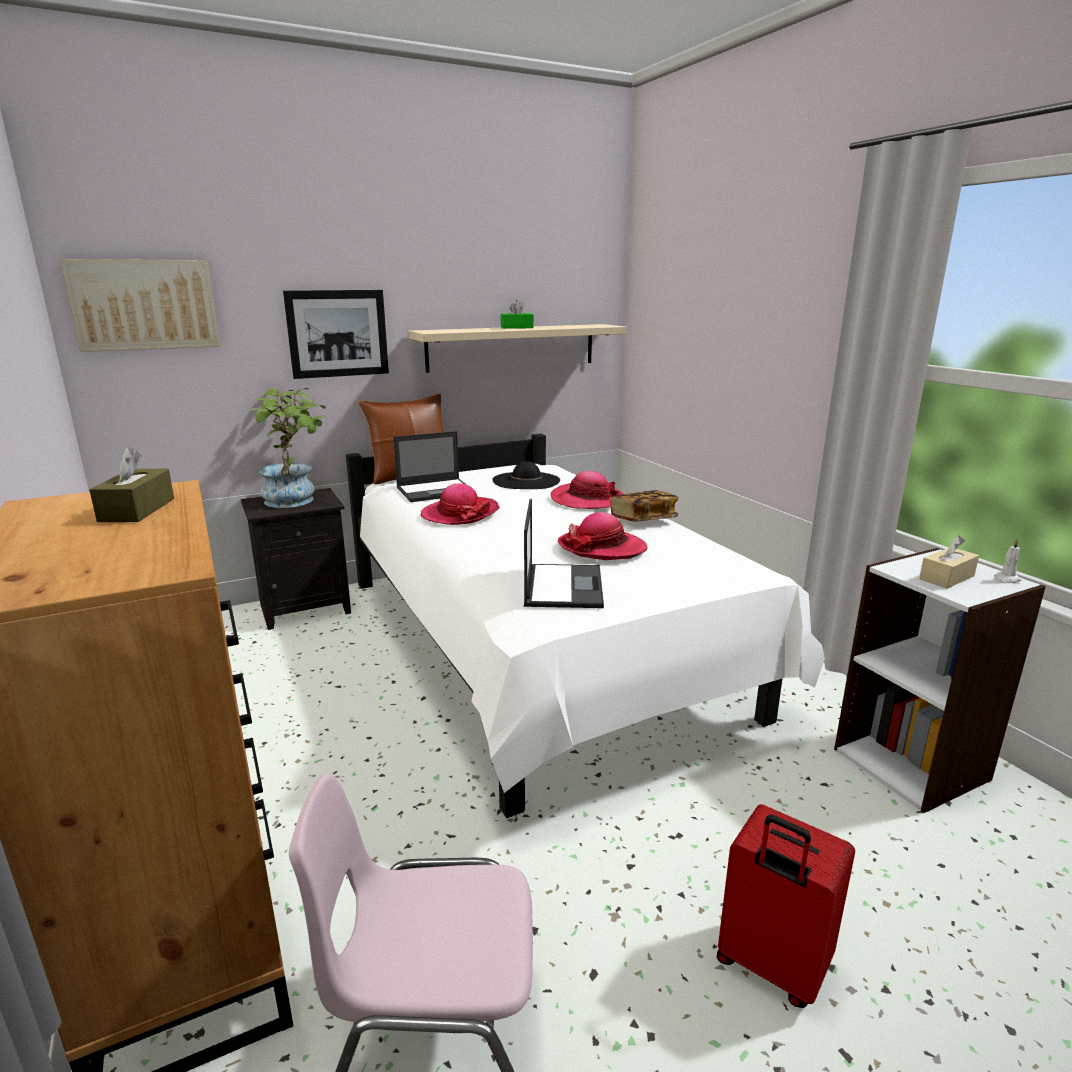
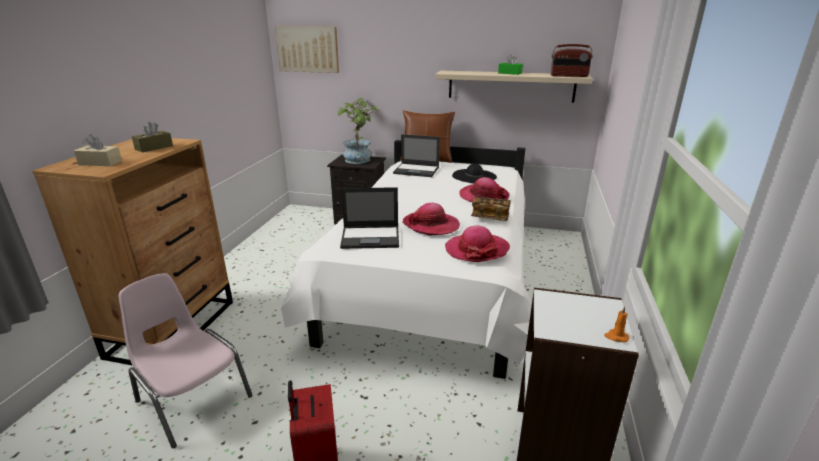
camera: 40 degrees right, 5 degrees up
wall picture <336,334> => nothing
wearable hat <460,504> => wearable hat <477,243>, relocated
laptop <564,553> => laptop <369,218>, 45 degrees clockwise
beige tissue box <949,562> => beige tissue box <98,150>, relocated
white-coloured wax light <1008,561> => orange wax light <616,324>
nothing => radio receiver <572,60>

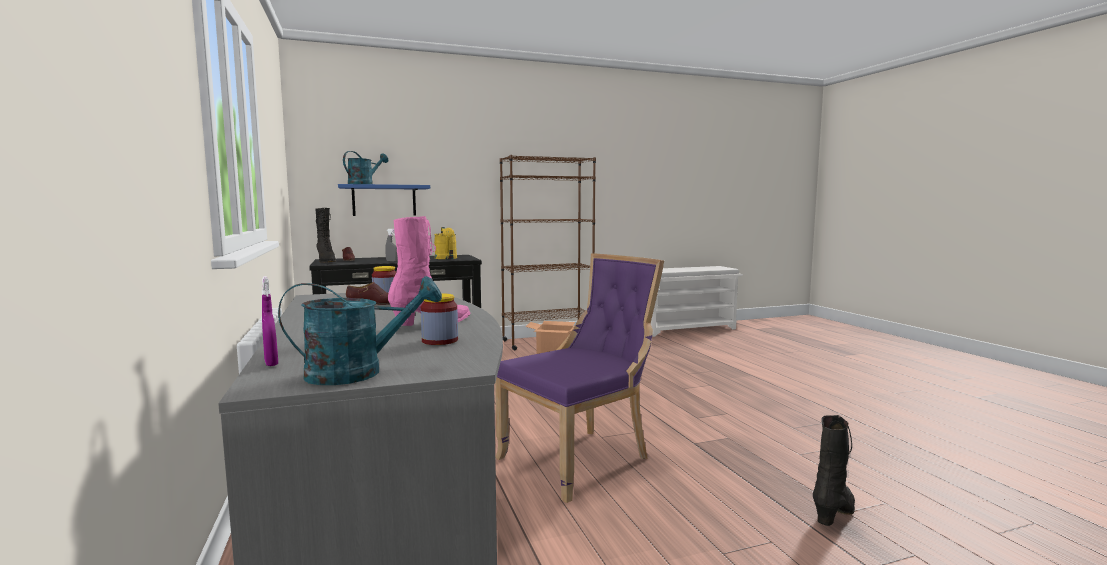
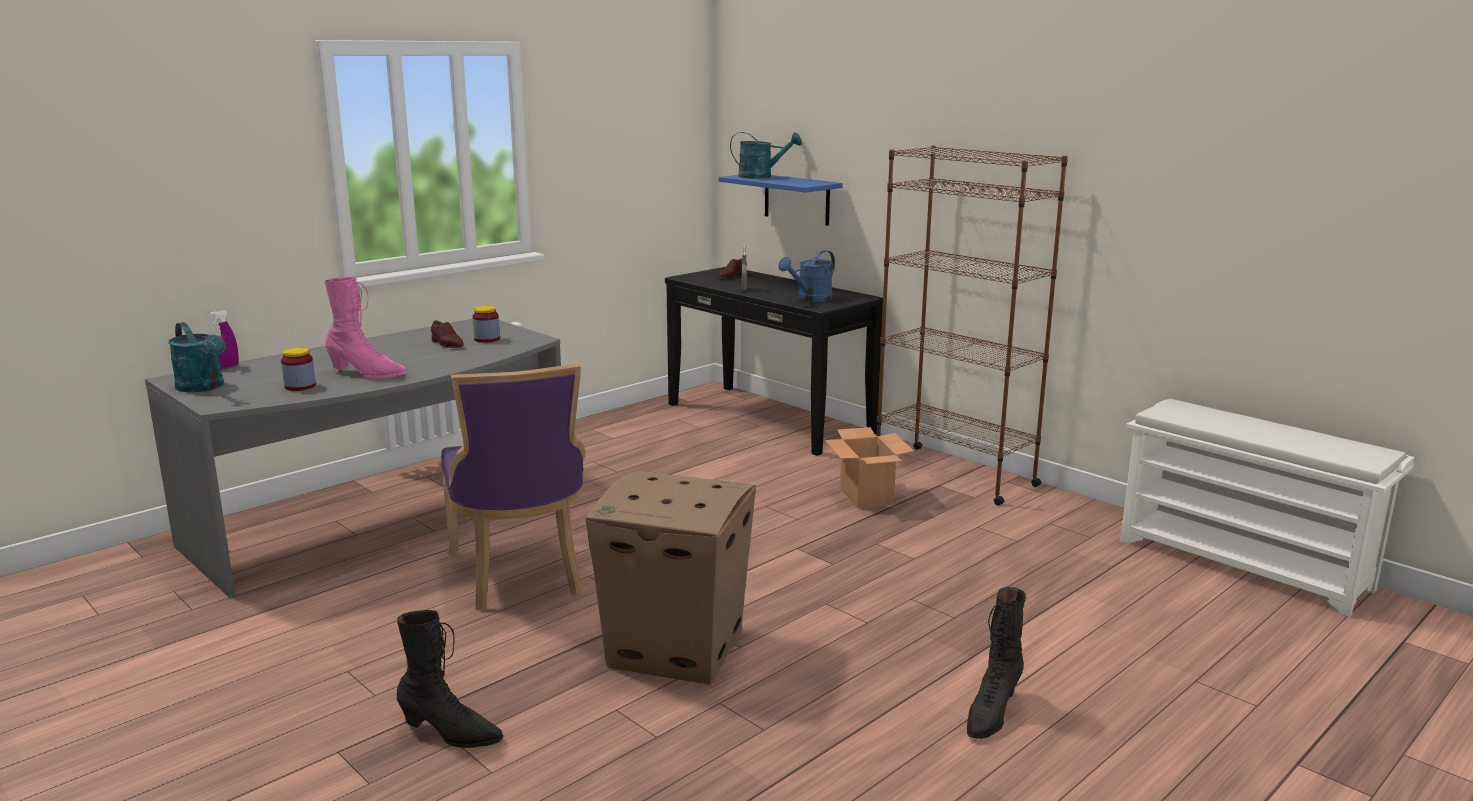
camera: 65 degrees right, 10 degrees up
black-coloured tall boot <325,235> => black-coloured tall boot <996,663>, relocated
yellow sprinkling can <445,243> => bluish sprinkling can <806,276>
purplish upright chair <579,378> => purplish upright chair <513,487>, 45 degrees clockwise
nothing => cardboard box <671,577>

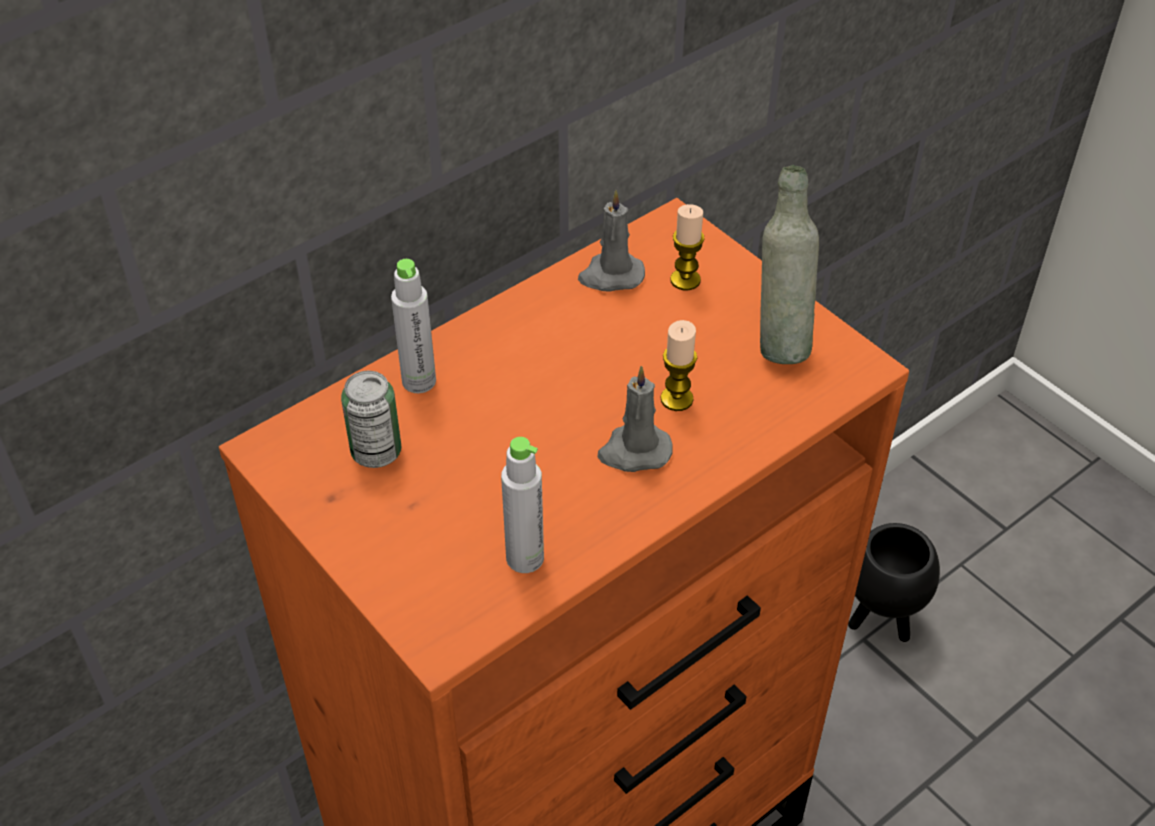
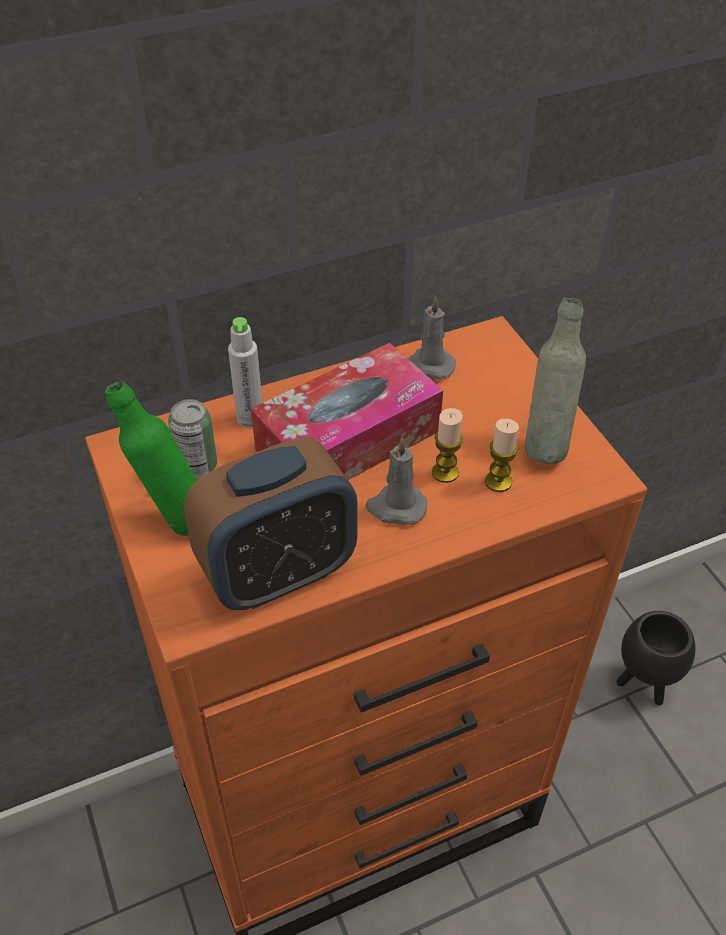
camera: 15 degrees right, 0 degrees up
wax light <687,247> => wax light <502,455>, relocated
greyish beverage bottle <522,505> => table clock <271,523>
nothing => tissue box <347,411>
nothing => greenish beverage bottle <151,458>

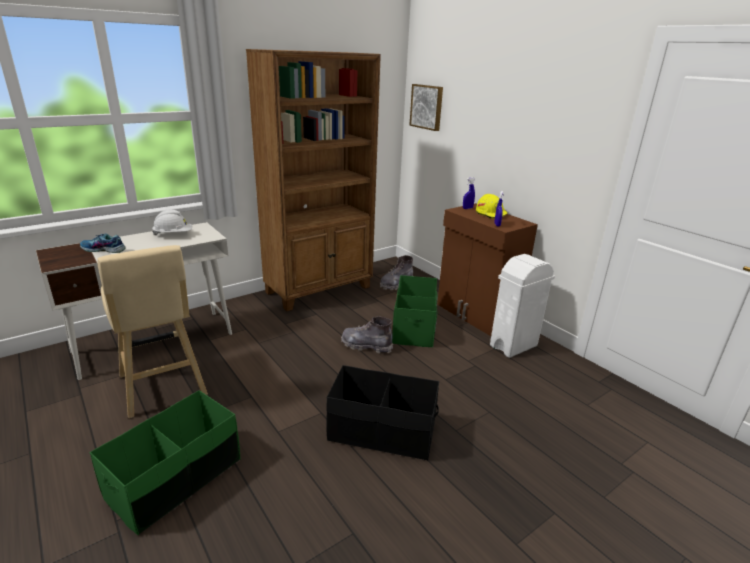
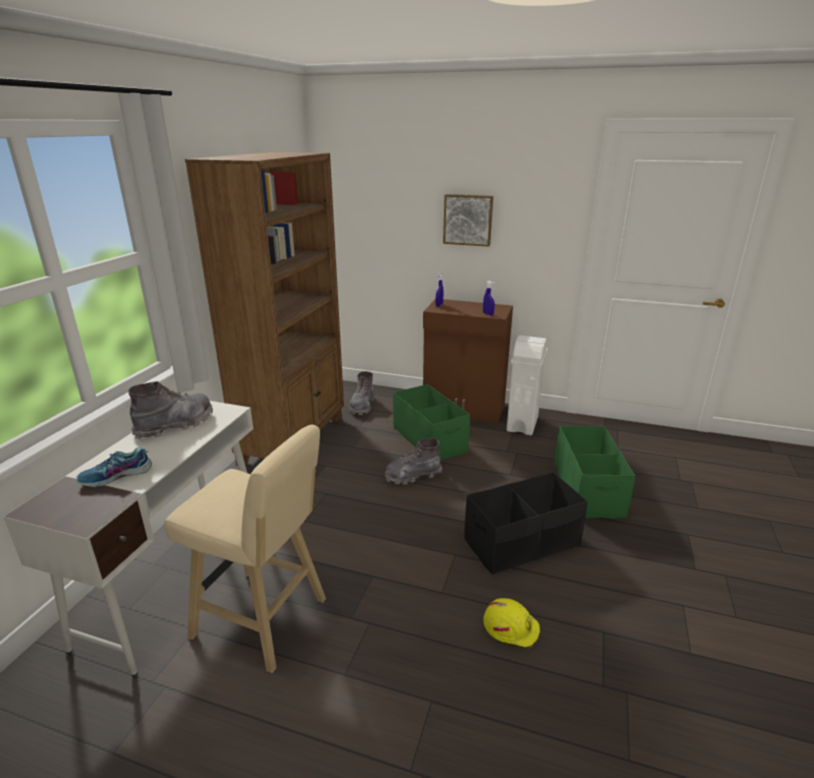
camera: 35 degrees left, 0 degrees up
wall picture <426,107> => wall picture <468,220>, relocated
yellow work helmet <492,206> => yellow work helmet <511,623>, relocated
white-coloured work helmet <172,222> => greyish tall boot <170,410>
greenish storage box <165,462> => greenish storage box <594,472>, relocated

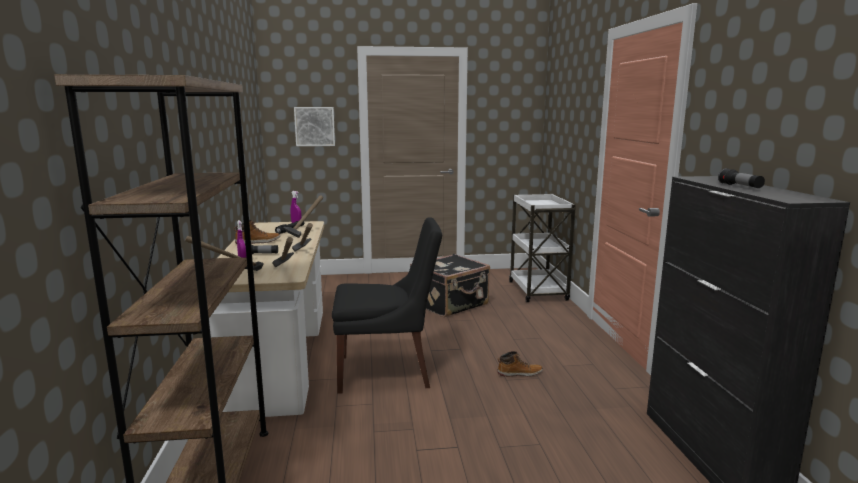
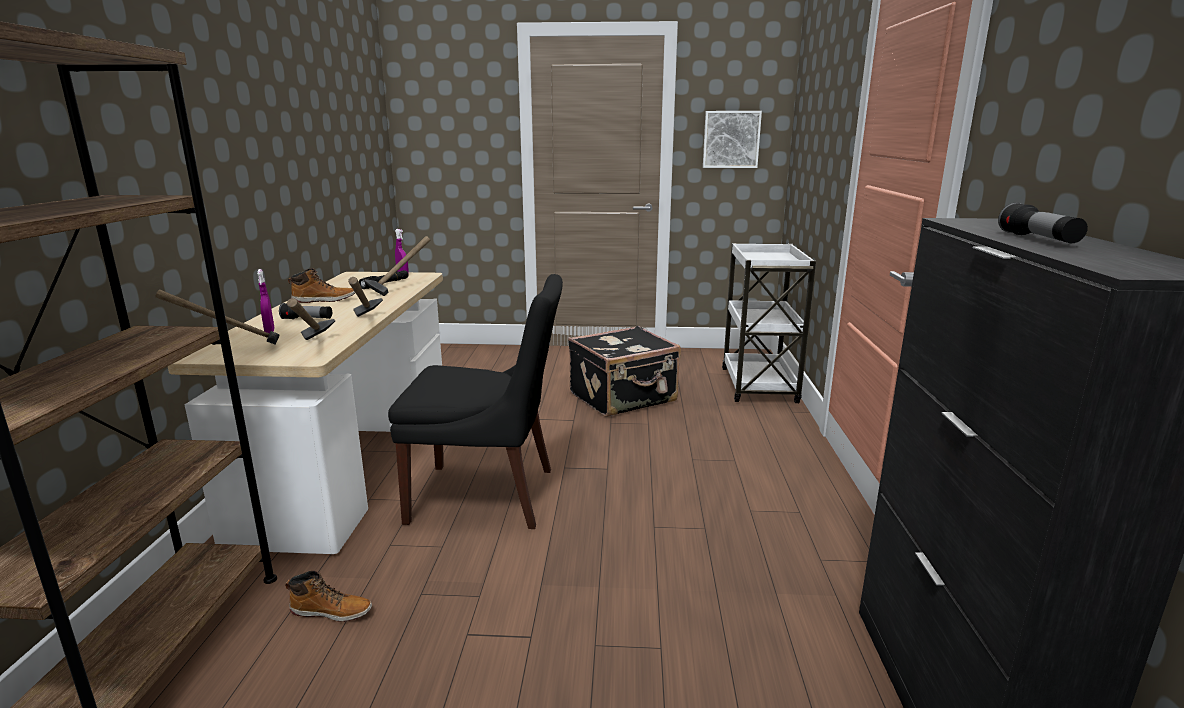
camera: 10 degrees right, 5 degrees up
wall picture <314,126> => wall picture <732,139>, relocated
tall boot <520,364> => tall boot <328,596>, relocated

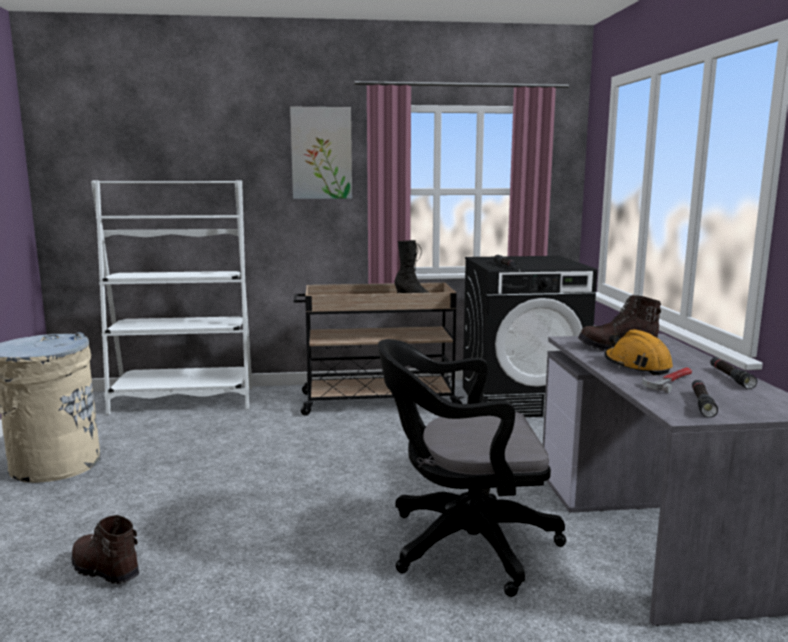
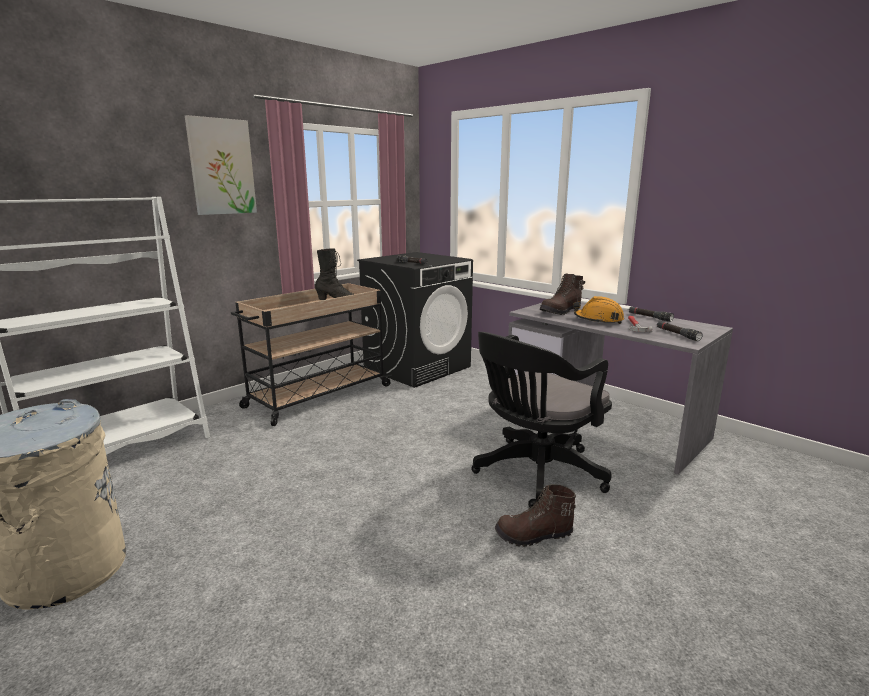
camera: 40 degrees left, 5 degrees up
brown tall boot <105,549> => brown tall boot <535,515>, relocated

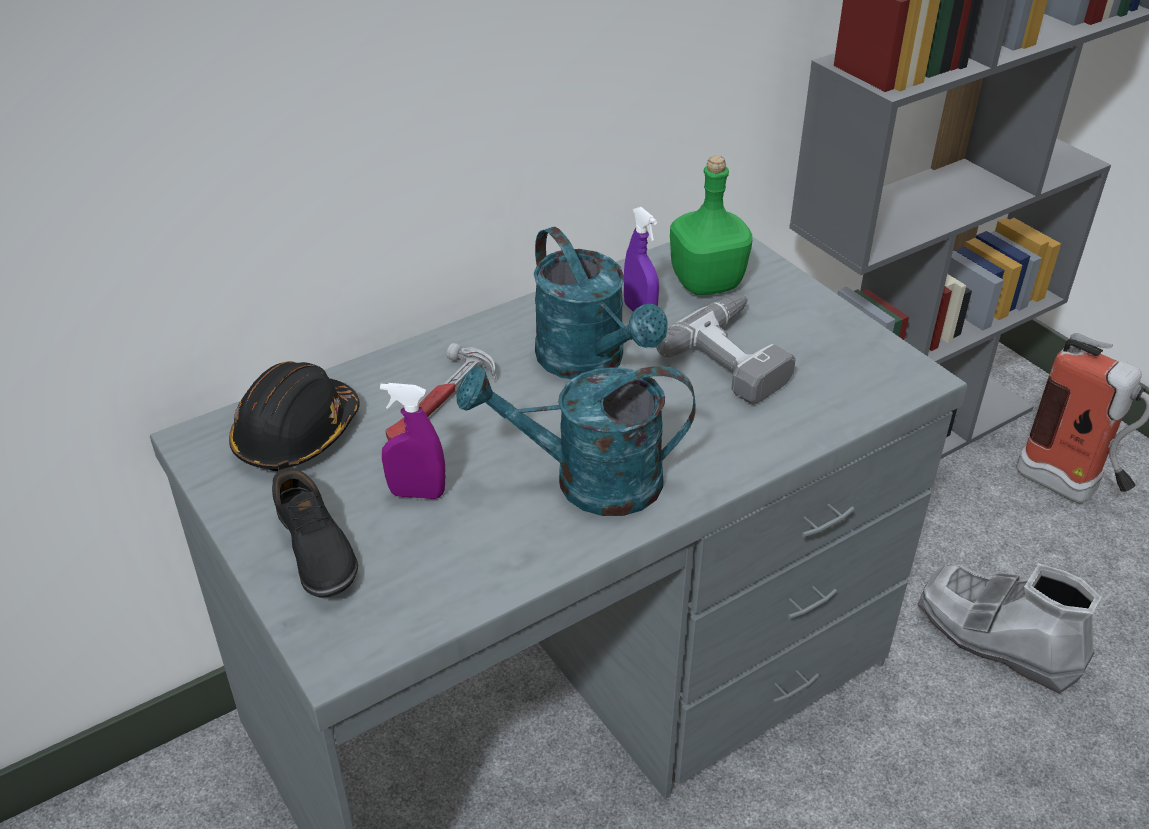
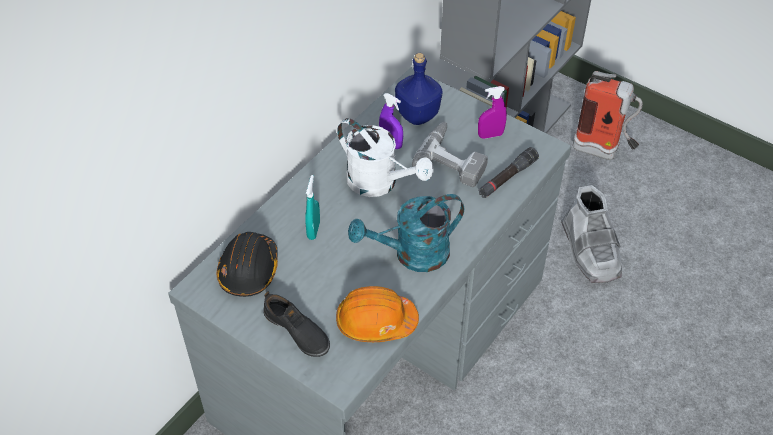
camera: 20 degrees left, 10 degrees up
greenish beverage bottle <711,225> => bluish beverage bottle <418,89>
turquoise sprinkling can <601,303> => white-coloured sprinkling can <385,157>
tool hammer <440,392> => turquoise hand sprayer <312,207>
purplish hand sprayer <413,441> => purplish hand sprayer <492,112>, relocated
greyish tall boot <1009,629> => greyish tall boot <591,234>, 120 degrees counterclockwise
nothing => black-coloured hand torch <508,172>
nothing => orange work helmet <377,314>

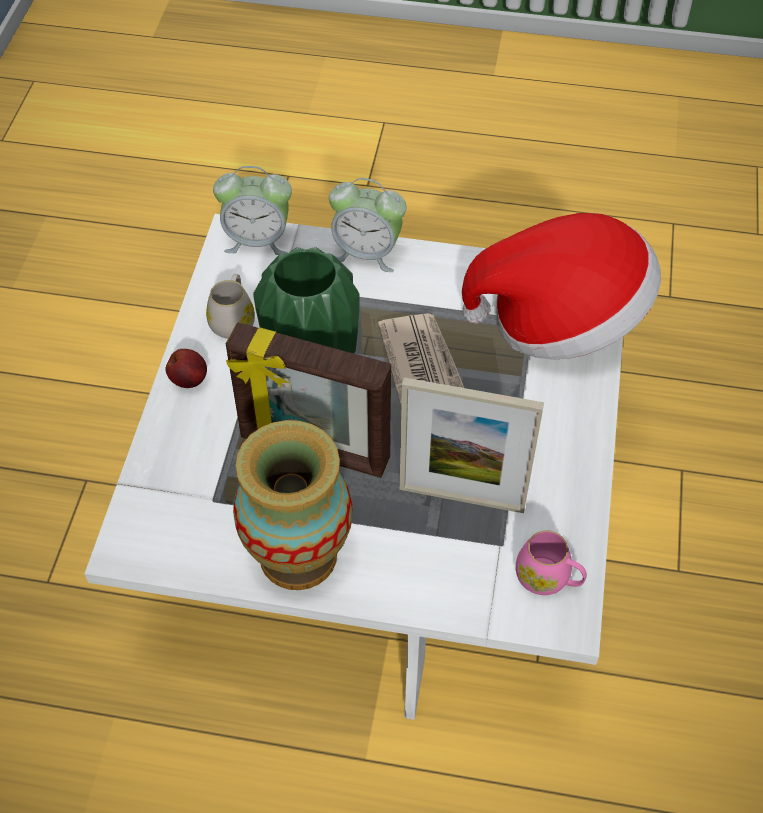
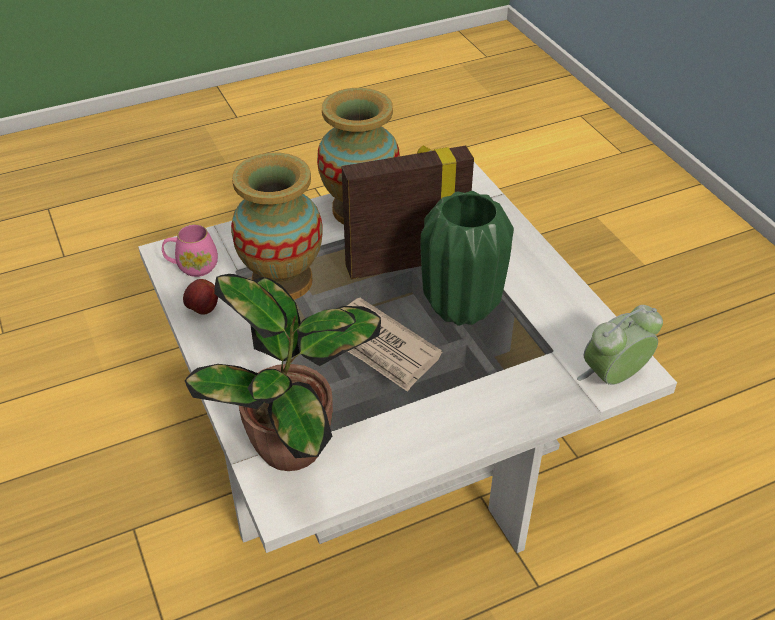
camera: 145 degrees right, 10 degrees down
table clock <367,225> => nothing
wearable hat <561,286> => houseplant <283,372>
white-coloured coffee mug <230,306> => nothing
apple <186,368> => apple <200,297>, relocated
picture frame <472,445> => decorative vase <276,226>

